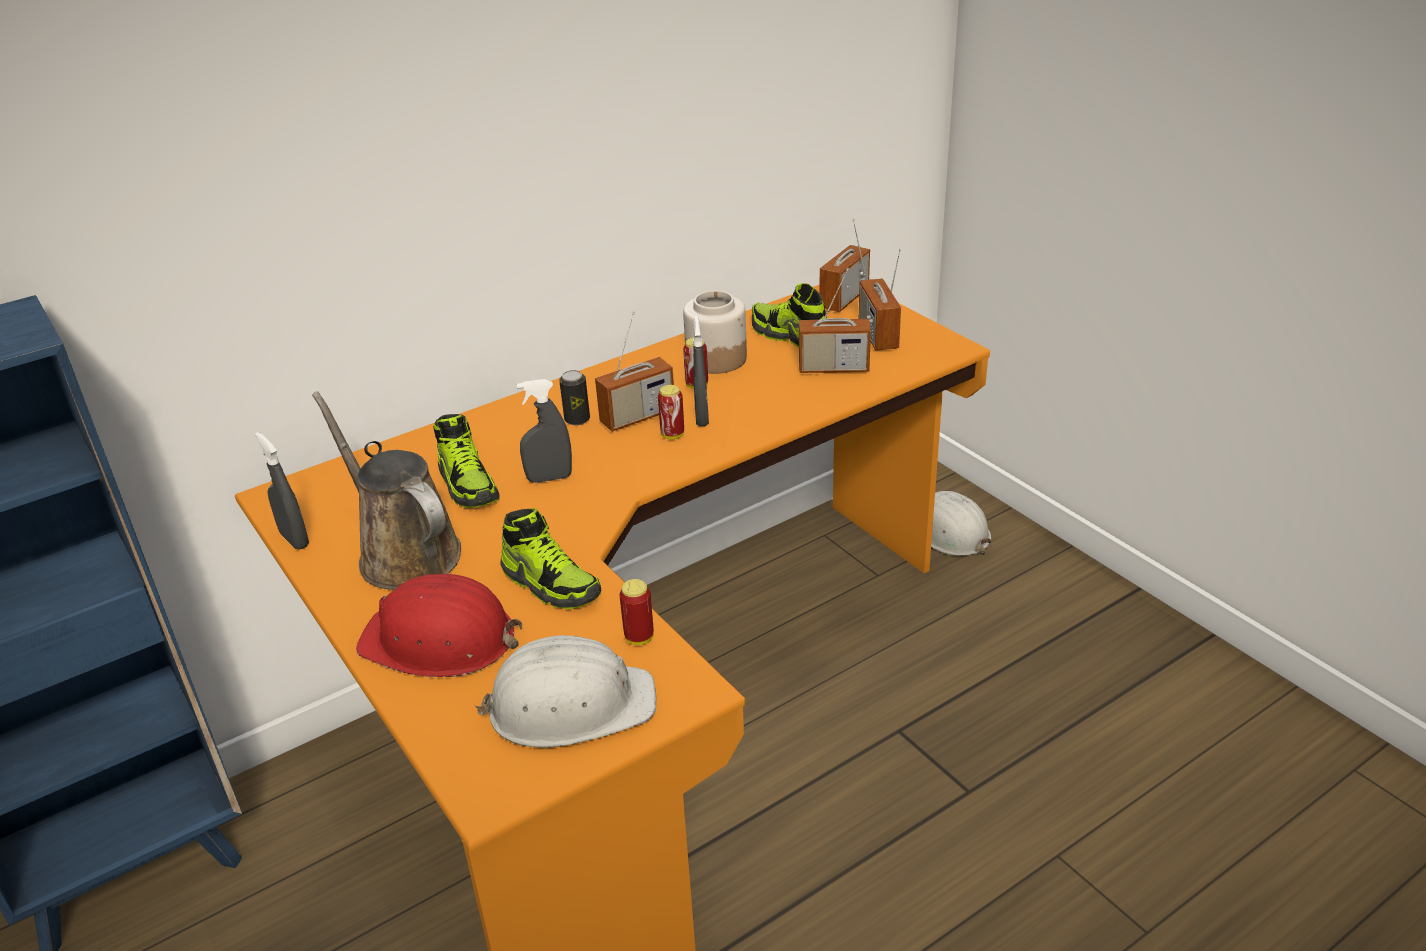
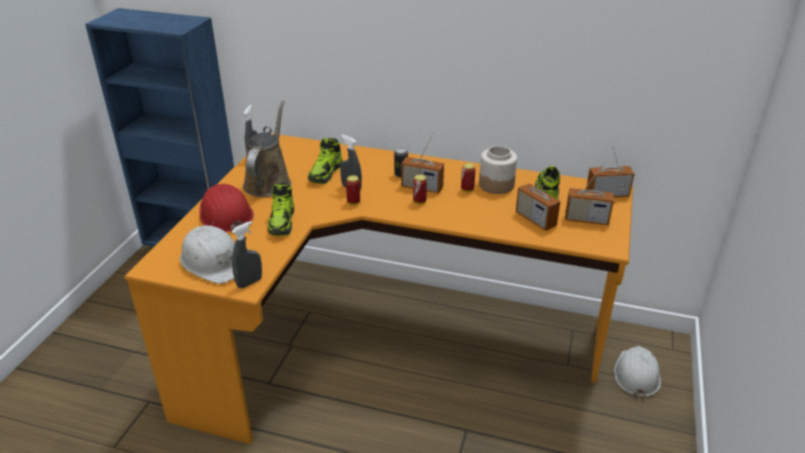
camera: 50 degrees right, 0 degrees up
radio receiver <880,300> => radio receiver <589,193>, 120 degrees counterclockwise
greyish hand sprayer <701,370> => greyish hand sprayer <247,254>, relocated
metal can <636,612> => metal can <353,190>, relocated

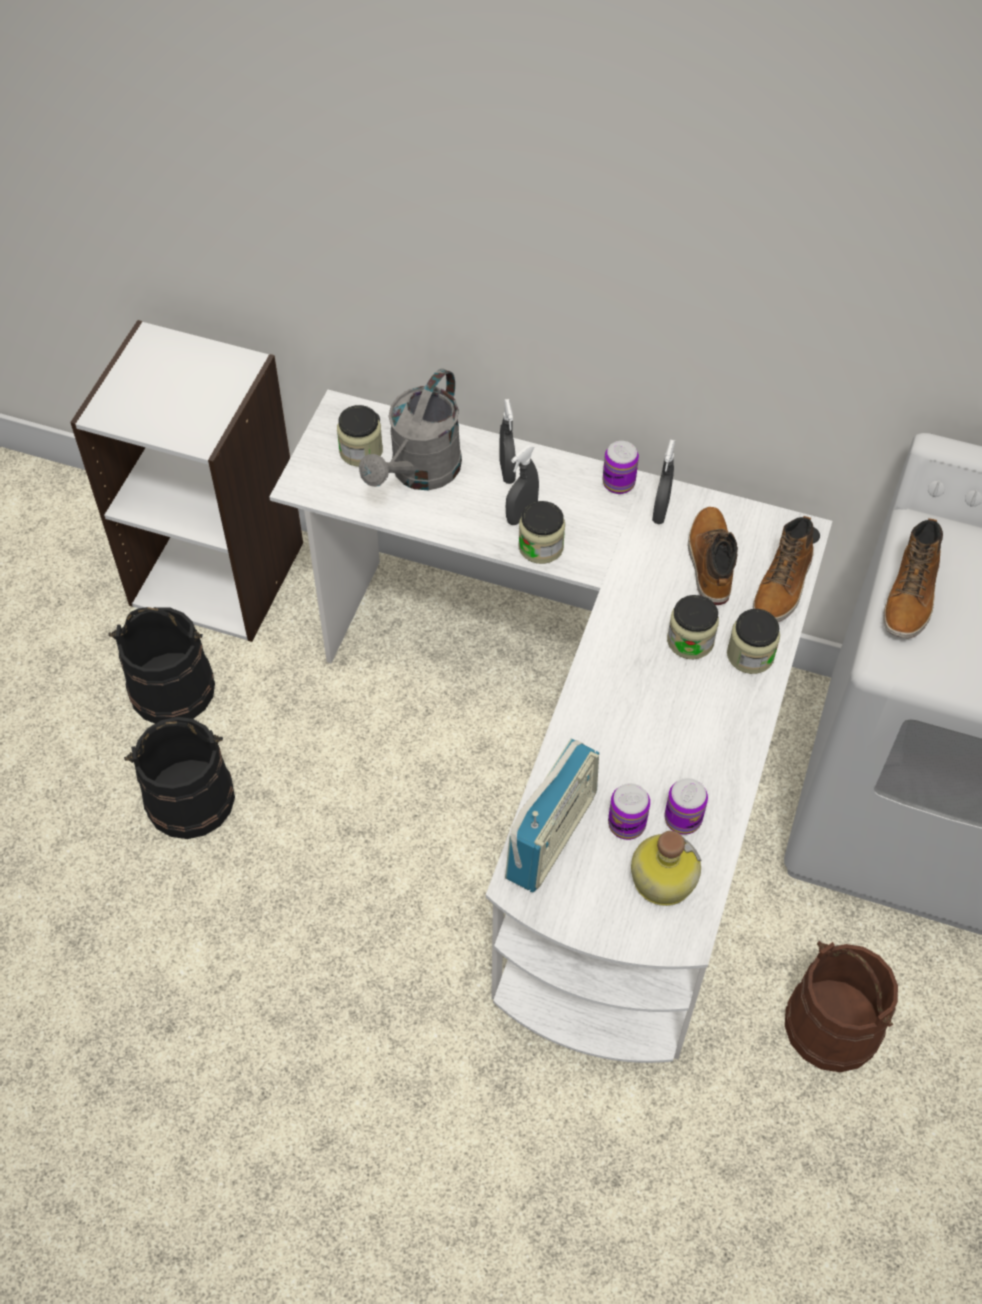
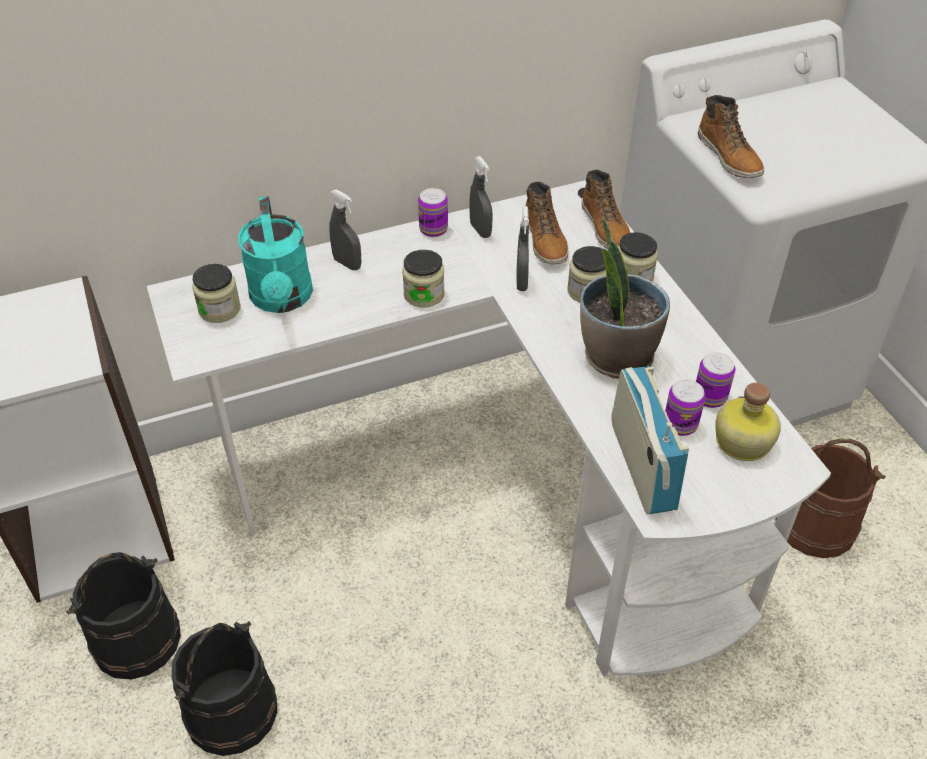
camera: 40 degrees left, 10 degrees down
greyish sprinkling can <410,429> => turquoise sprinkling can <275,254>
greyish hand sprayer <522,484> => greyish hand sprayer <522,248>, relocated
tall boot <713,556> => tall boot <547,223>, 150 degrees counterclockwise
nothing => houseplant <625,298>

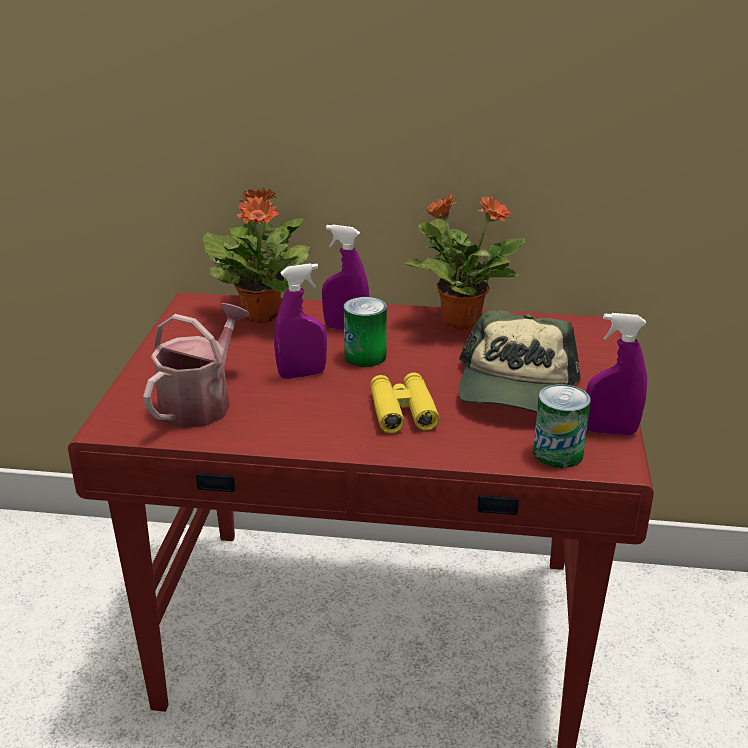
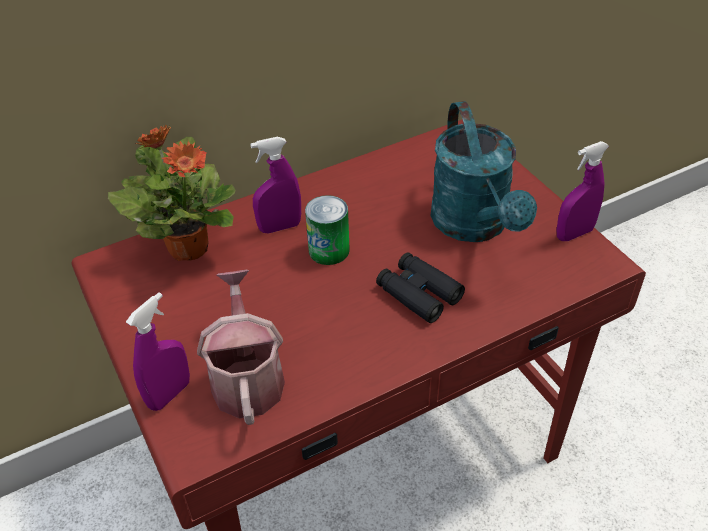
camera: 35 degrees left, 15 degrees up
houseplant <464,262> => nothing
purplish hand sprayer <300,321> => purplish hand sprayer <158,351>, relocated
cap <520,361> => turquoise sprinkling can <484,171>
yellow field glasses <404,403> => black-coloured field glasses <420,287>
metal can <562,426> => nothing

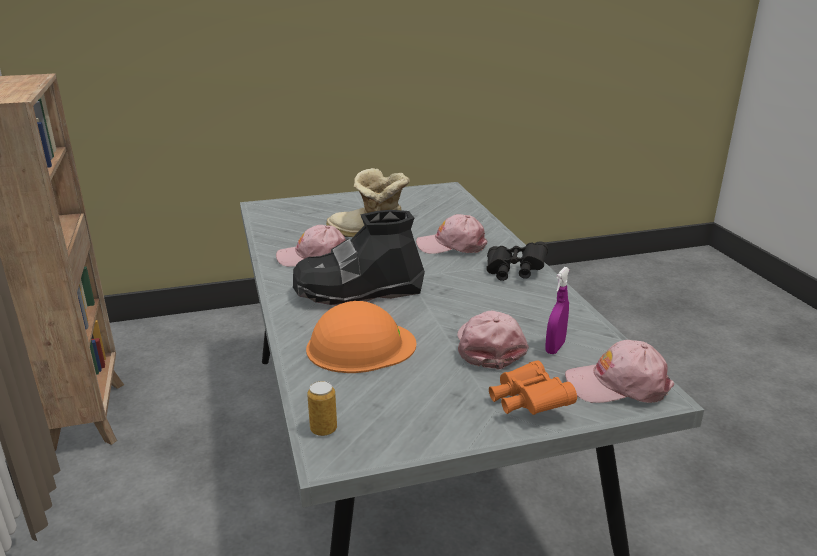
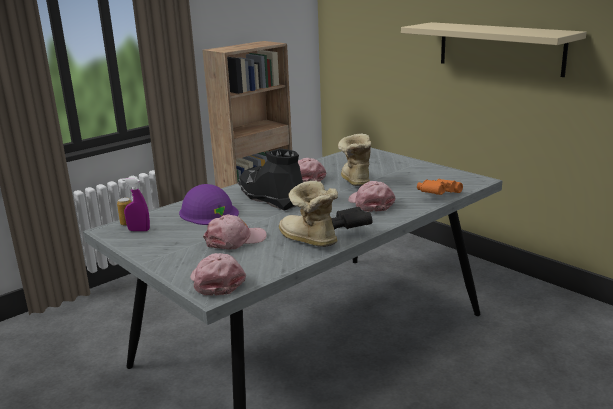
camera: 65 degrees right, 5 degrees down
purplish hand sprayer <557,310> => purplish hand sprayer <136,204>, relocated
orange work helmet <361,337> => purplish work helmet <209,204>
orange field glasses <533,387> => orange field glasses <440,187>, relocated
nothing => beige shelf <494,49>
nothing => tall boot <308,214>

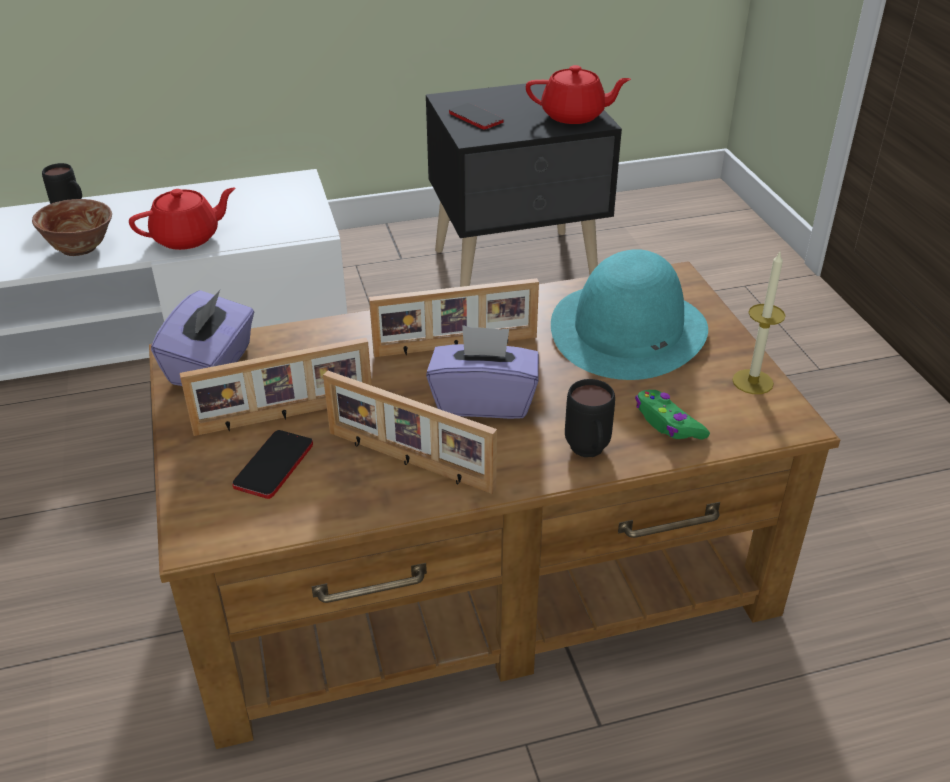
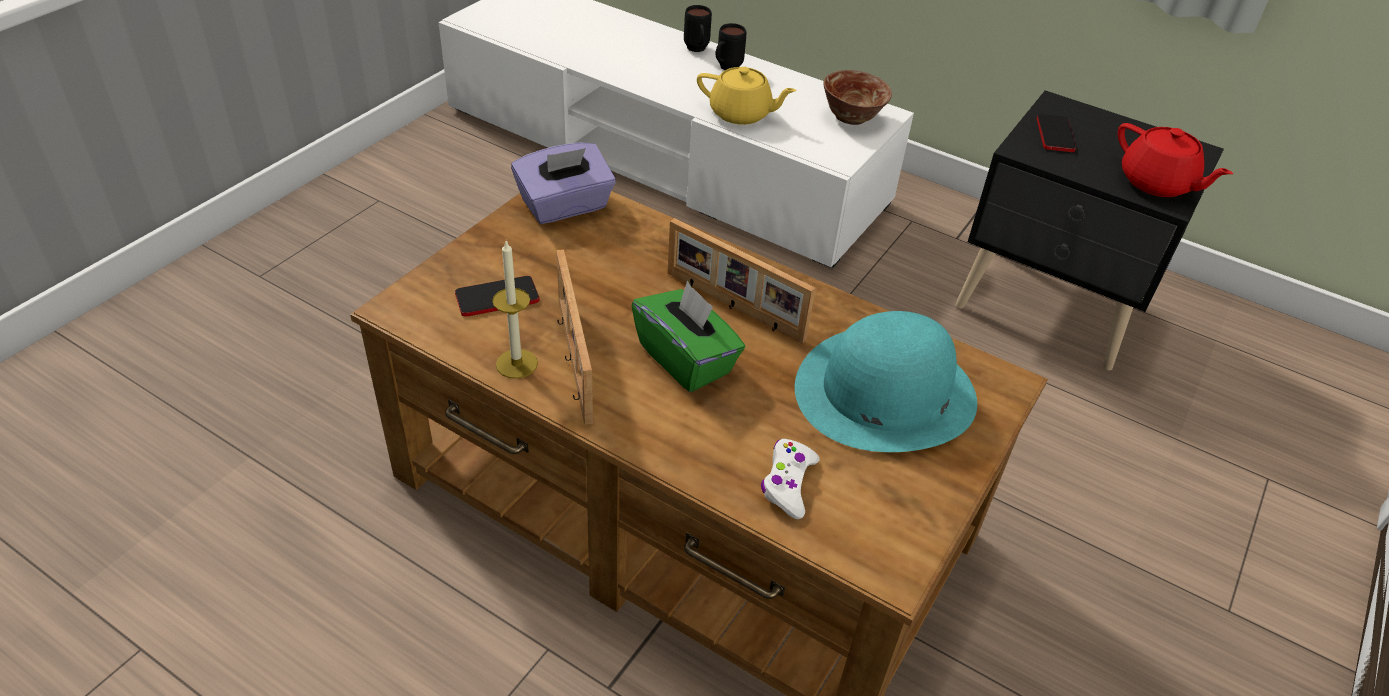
camera: 45 degrees right, 5 degrees up
reddish pot for tea <182,219> => yellow pot for tea <747,96>
serving bowl <72,227> => serving bowl <857,97>, relocated
wax light <759,322> => wax light <515,310>, relocated
purplish tissue box <482,372> => greenish tissue box <688,336>
picture frame <276,387> => nothing
black-coloured coffee mug <590,418> => black-coloured coffee mug <731,46>, relocated
greenish joypad <672,414> => white-coloured joypad <790,479>

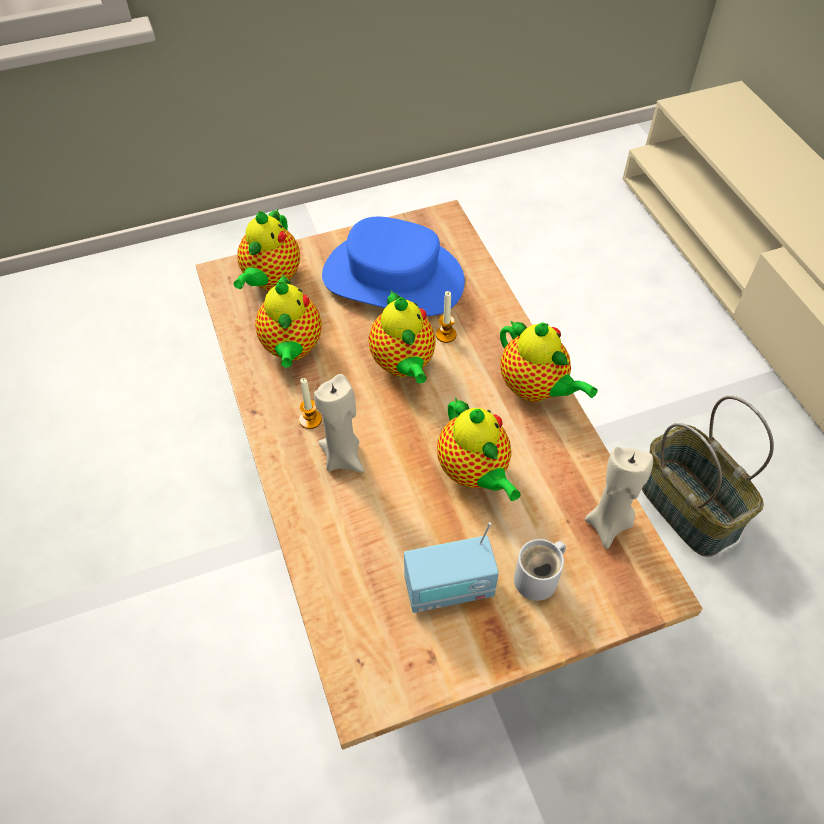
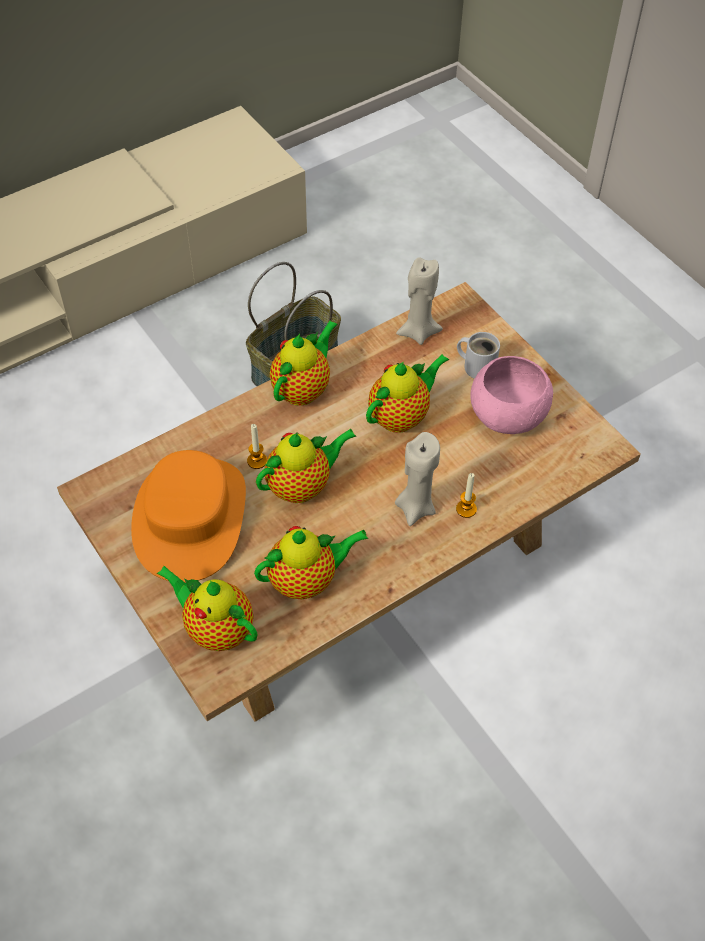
camera: 105 degrees left, 0 degrees up
pot for tea <266,249> => pot for tea <207,608>, 150 degrees counterclockwise
bluish wearable hat <393,266> => orange wearable hat <188,516>
wax light <310,403> => wax light <466,495>, relocated
radio receiver <451,567> => pink-coloured serving bowl <511,395>

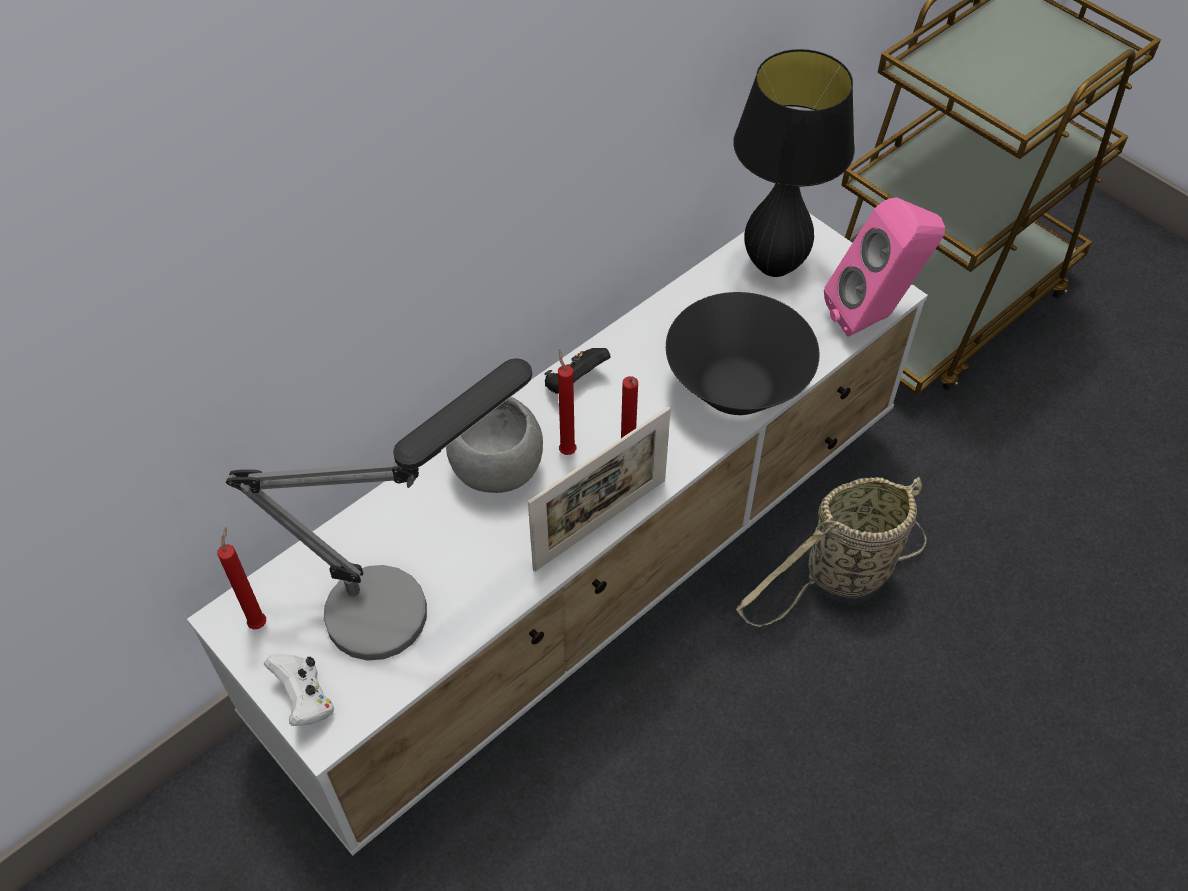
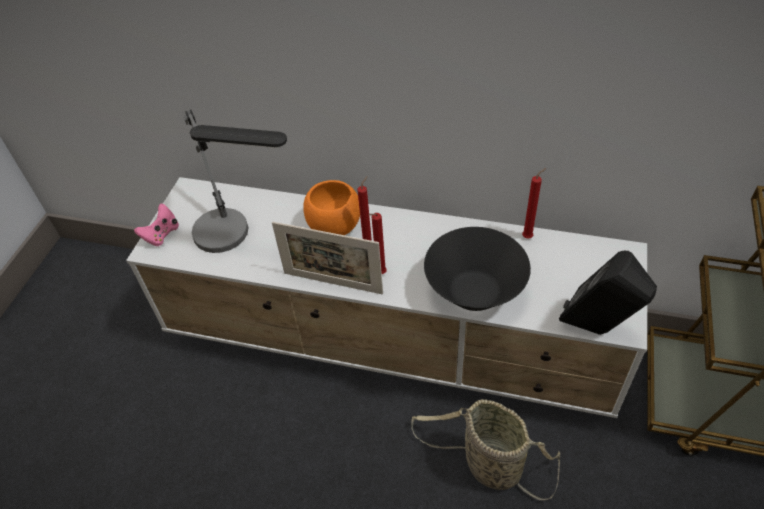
camera: 60 degrees right, 5 degrees down
black-coloured tabletop lamp <794,163> => nothing
pink-coloured speaker <884,267> => black-coloured speaker <608,293>
black-coloured joypad <577,371> => nothing
greyish serving bowl <494,445> => orange serving bowl <331,207>
reddish wax light <241,578> => reddish wax light <534,203>, relocated
white-coloured joypad <299,690> => pink-coloured joypad <156,225>

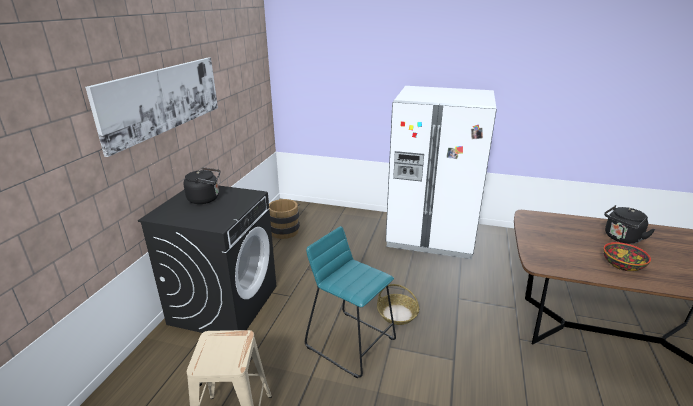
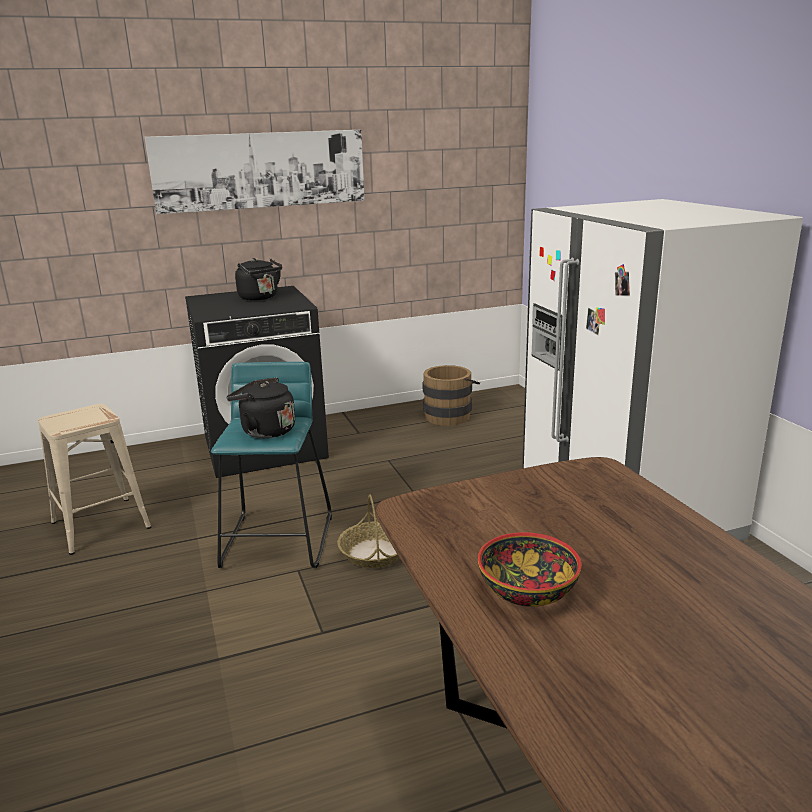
camera: 55 degrees right, 5 degrees down
black-coloured tea kettle <629,224> => black-coloured tea kettle <260,407>, relocated

